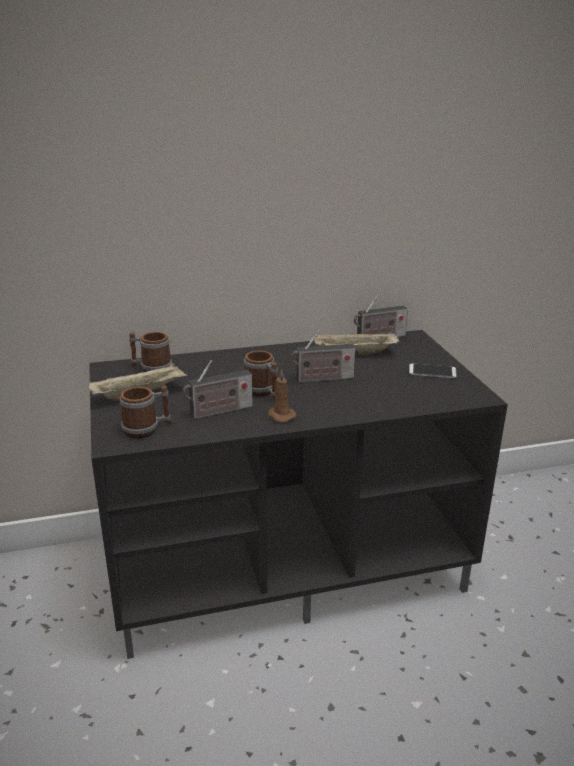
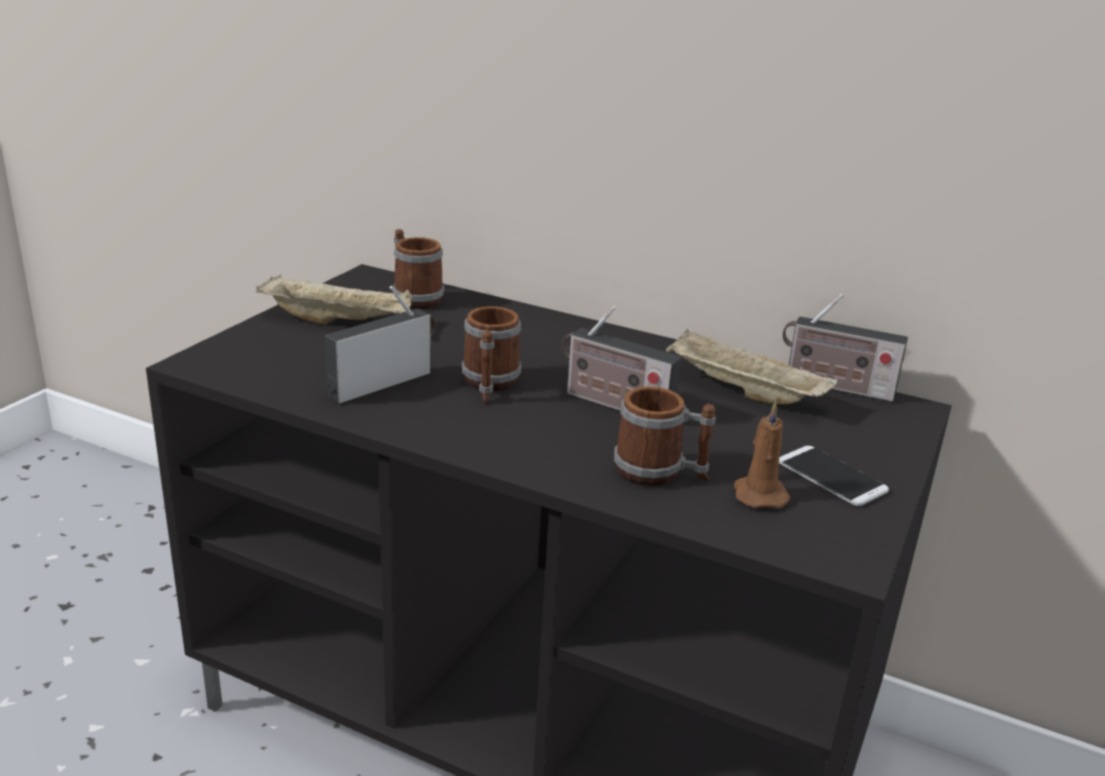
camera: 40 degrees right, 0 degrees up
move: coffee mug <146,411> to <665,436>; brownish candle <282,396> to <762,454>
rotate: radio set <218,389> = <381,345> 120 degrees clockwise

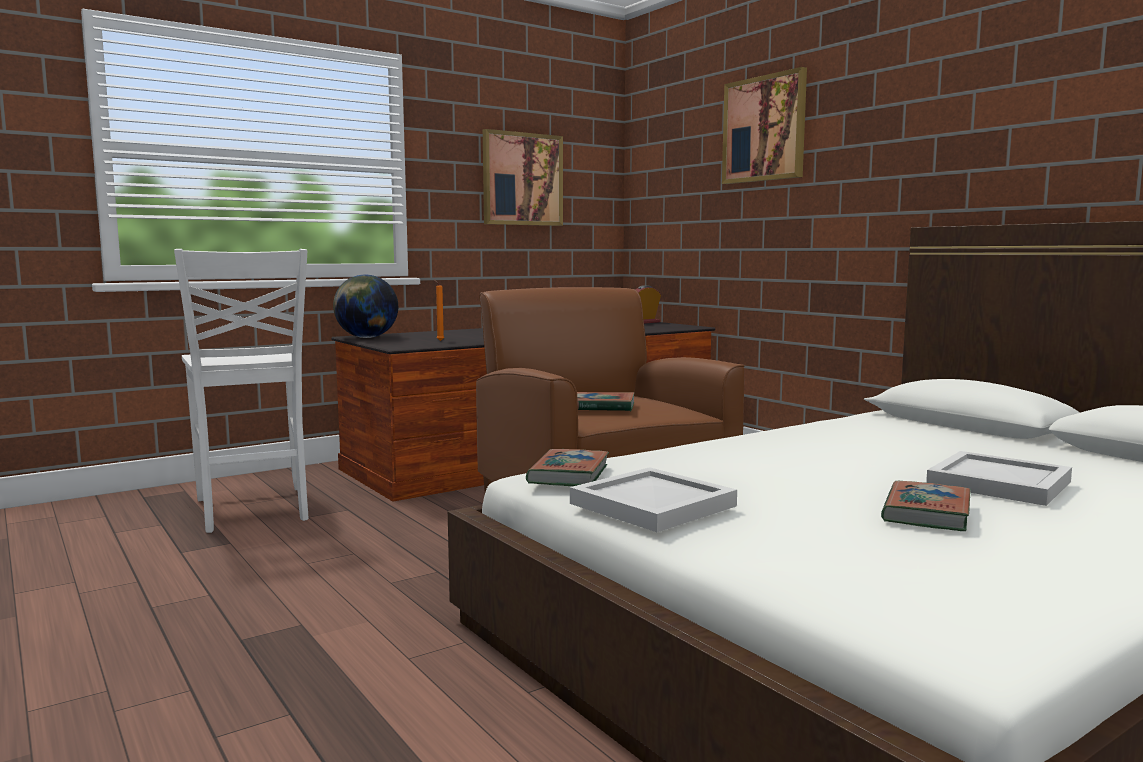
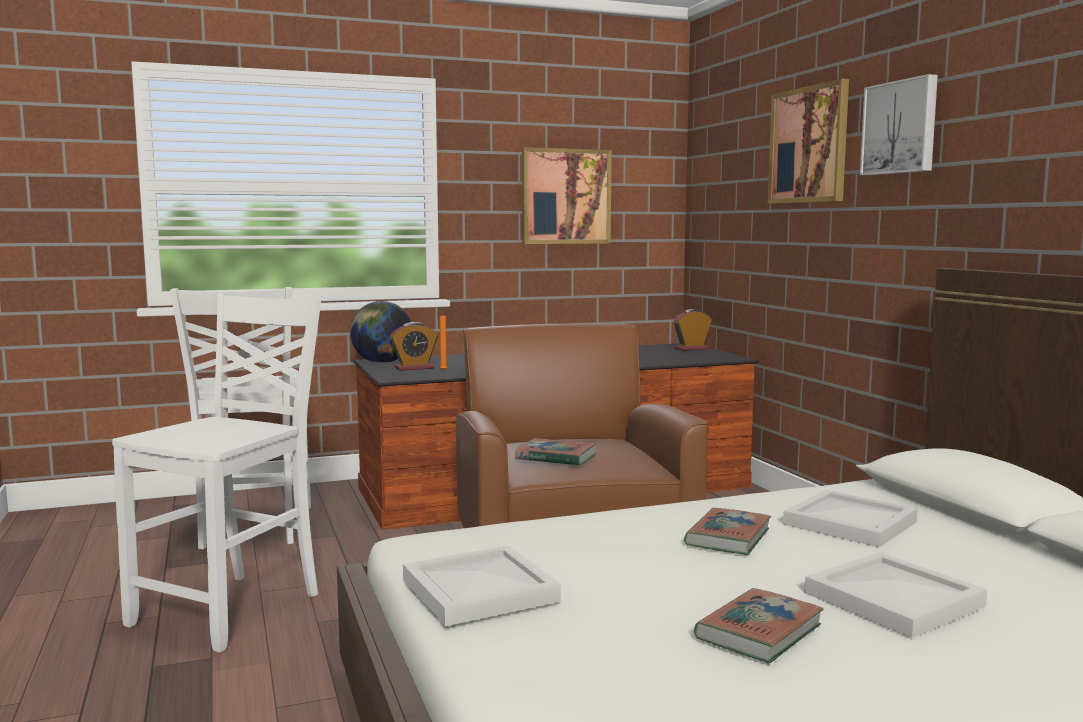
camera: 15 degrees right, 0 degrees up
insert: white-coloured upright chair <216,473>; bedside clock <414,346>; white-coloured carrying tray <850,518>; wall picture <899,125>
move: volume <567,467> to <727,531>

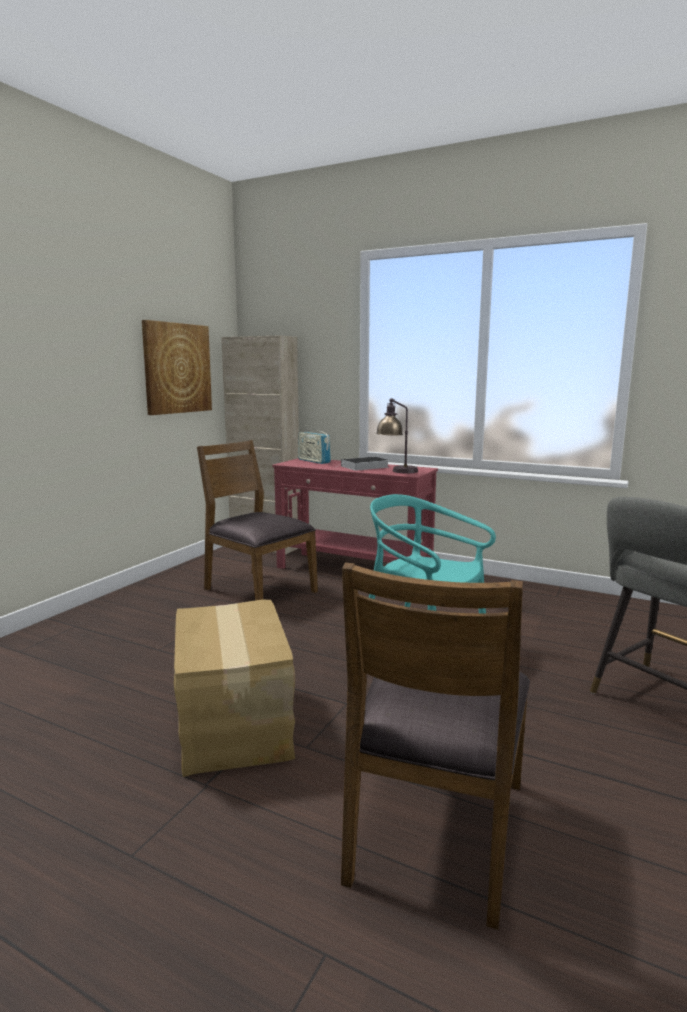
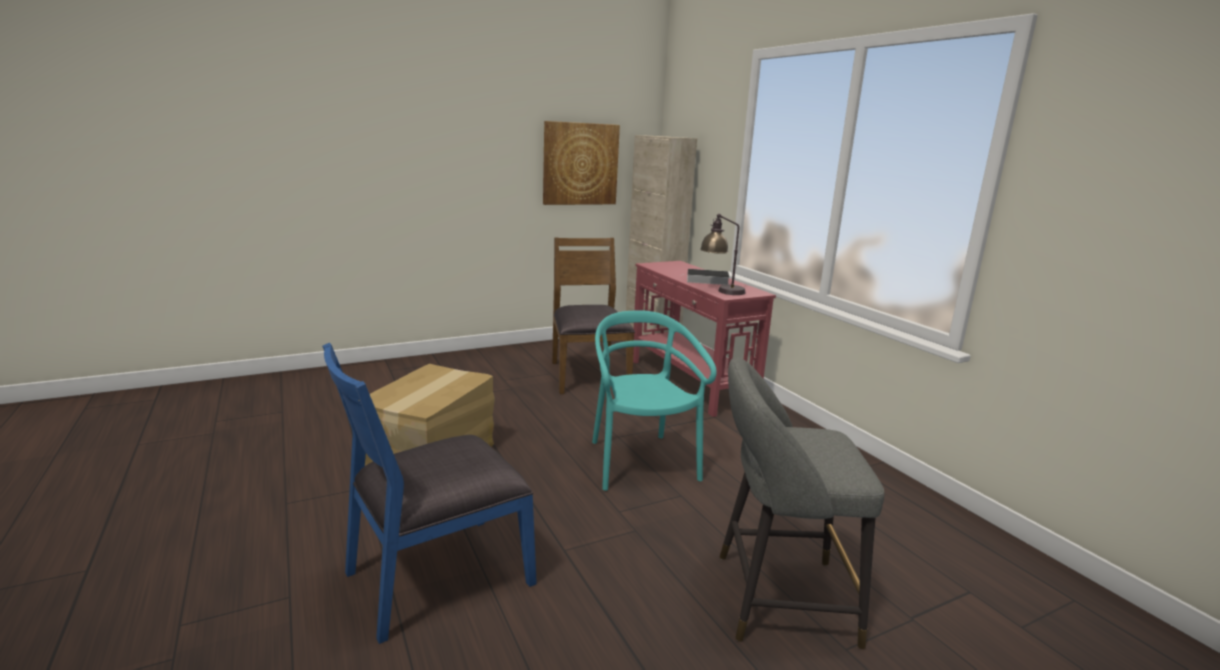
camera: 35 degrees right, 5 degrees up
delete: radio set <314,444>
recolor: brownish upright chair <435,746> to blue upright chair <429,493>

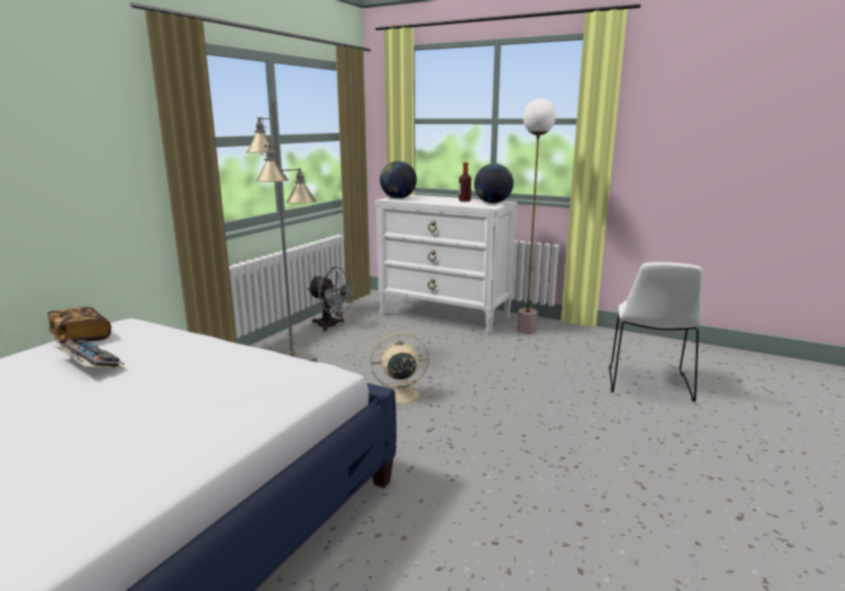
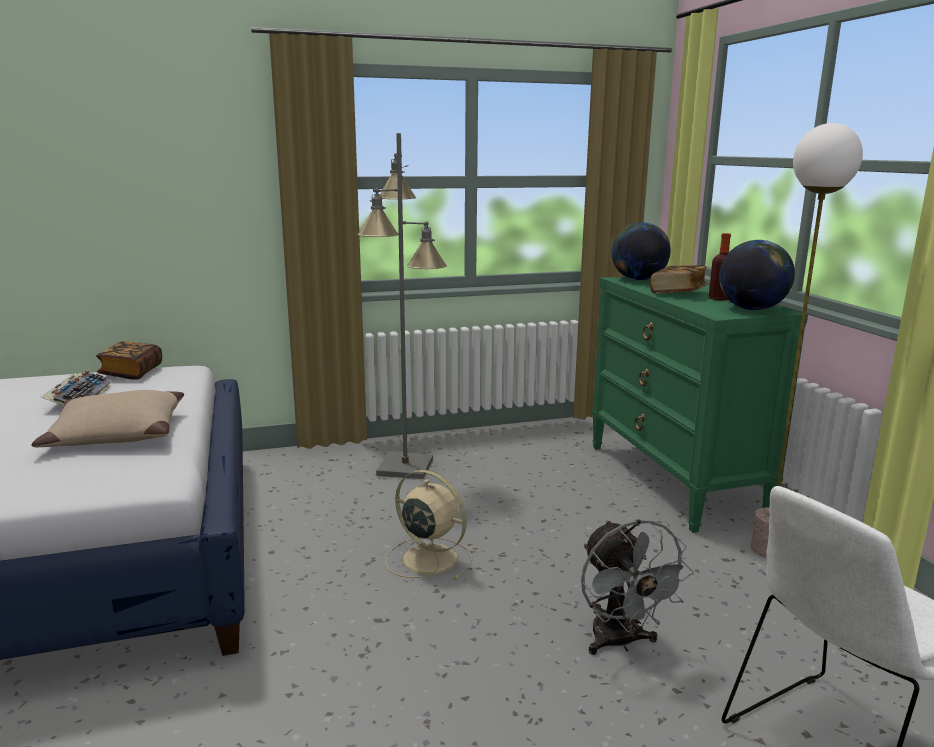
camera: 45 degrees right, 0 degrees up
insert: beige pillow <107,418>; volume <678,279>
move: gray cooling fan <332,299> to <637,587>
recolor: white-coloured chest of drawers <446,264> to green chest of drawers <700,405>

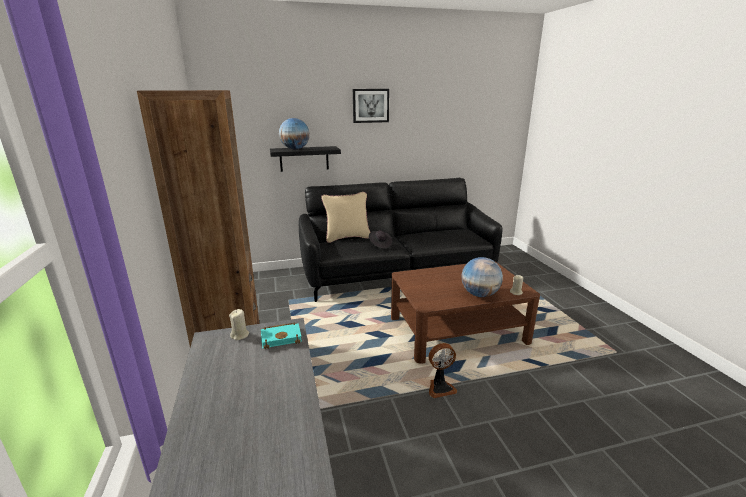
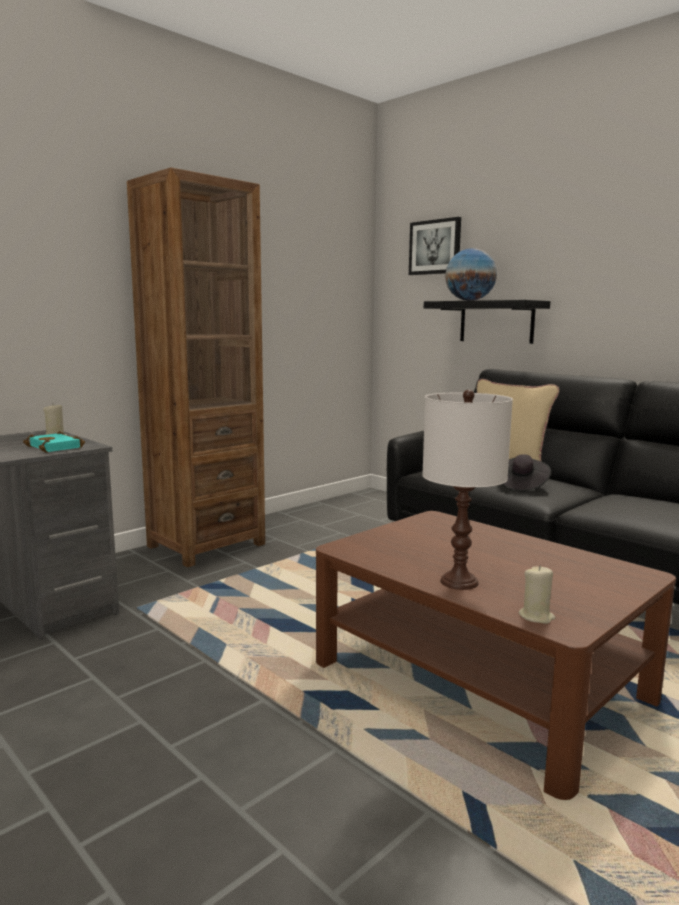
camera: 60 degrees right, 10 degrees down
delete: cooling fan <443,370>
move: wall picture <371,106> to <435,246>
replace: globe <482,277> to white-coloured lamp for a table <467,490>

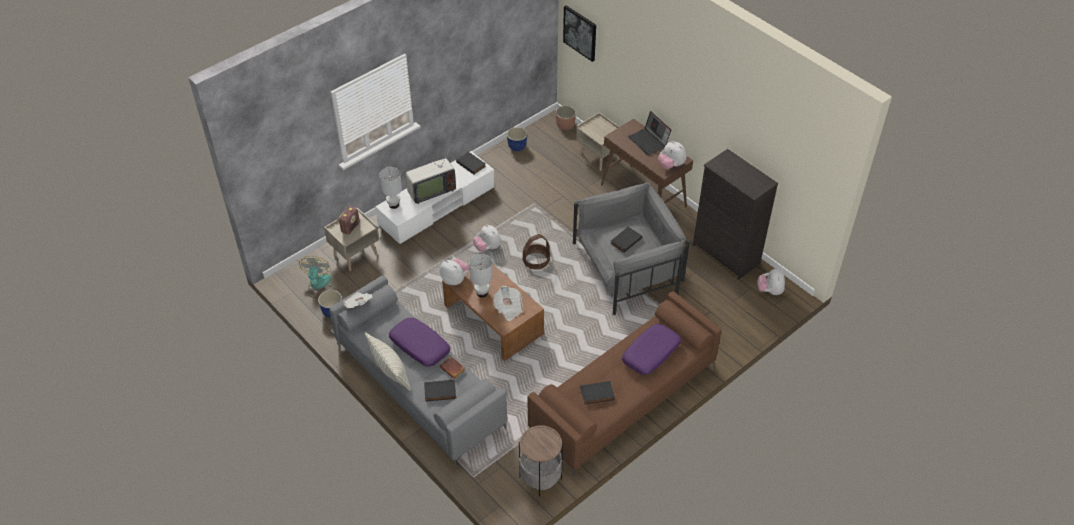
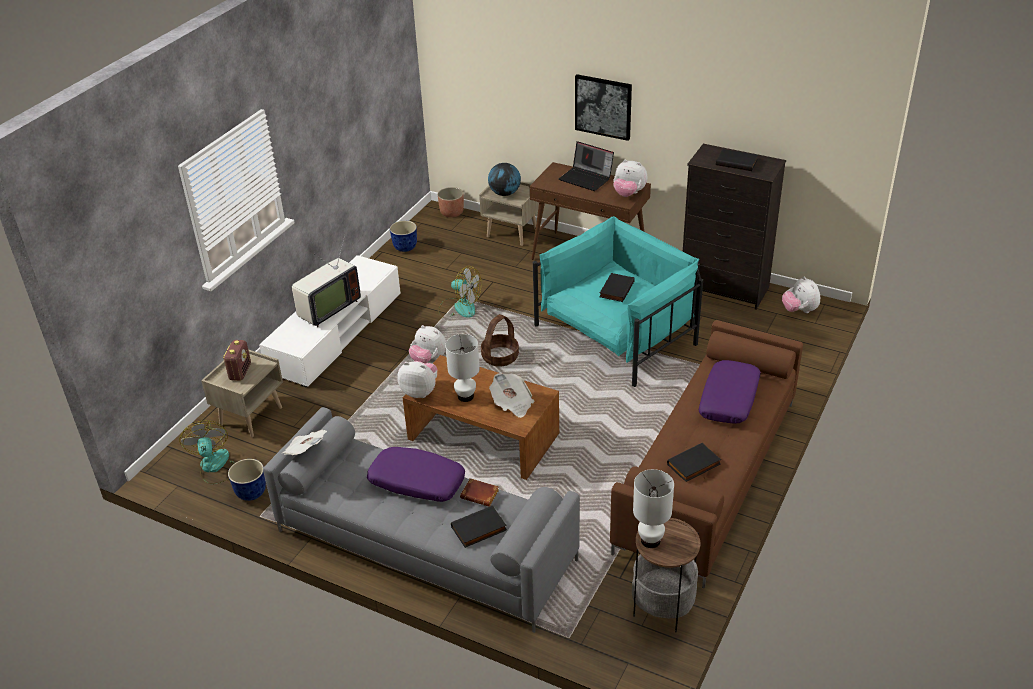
camera: 20 degrees left, 10 degrees down
delete: pillow <388,361>
insert: cooling fan <459,292>; globe <504,179>
move: white-coloured lamp for a table <390,188> to <653,508>; blackish volume <471,163> to <737,160>; wall picture <579,33> to <603,107>
recolor: gray lounge chair <631,248> to turquoise-coloured lounge chair <618,301>

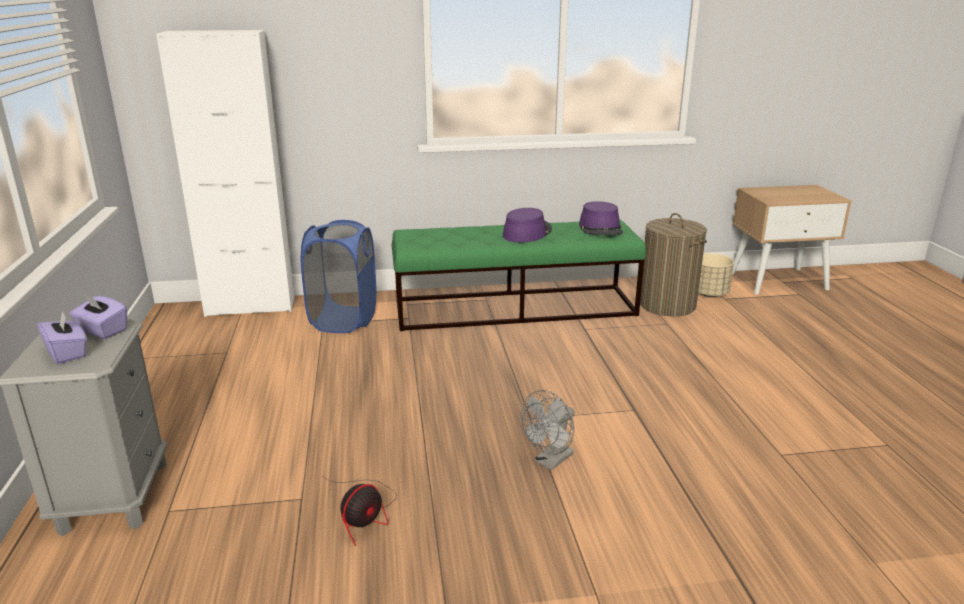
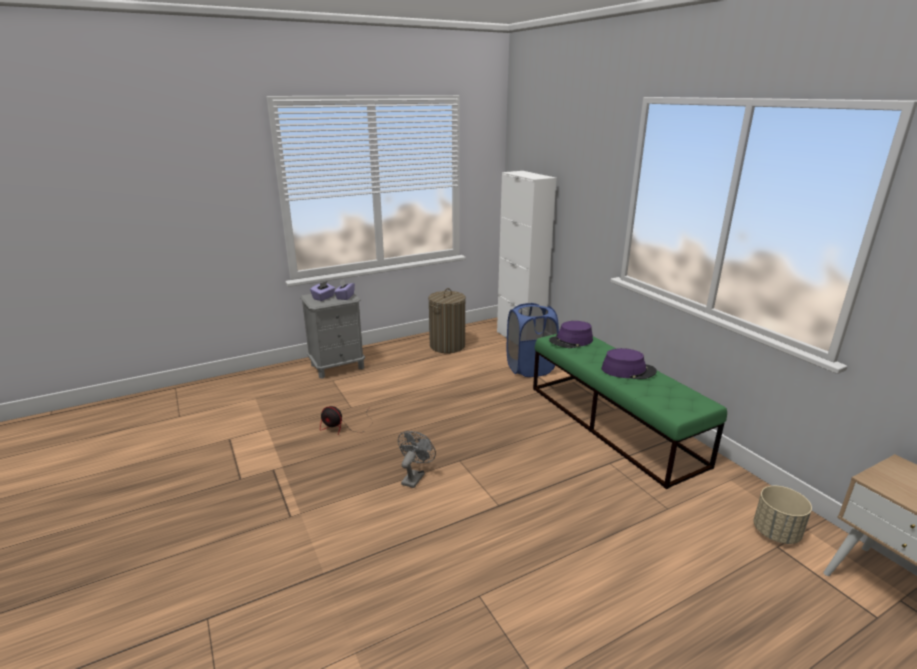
camera: 70 degrees right, 0 degrees up
move: purple hat <601,218> to <571,334>; laundry basket <673,264> to <447,320>
rotate: gray cooling fan <548,430> = <417,459> 90 degrees clockwise

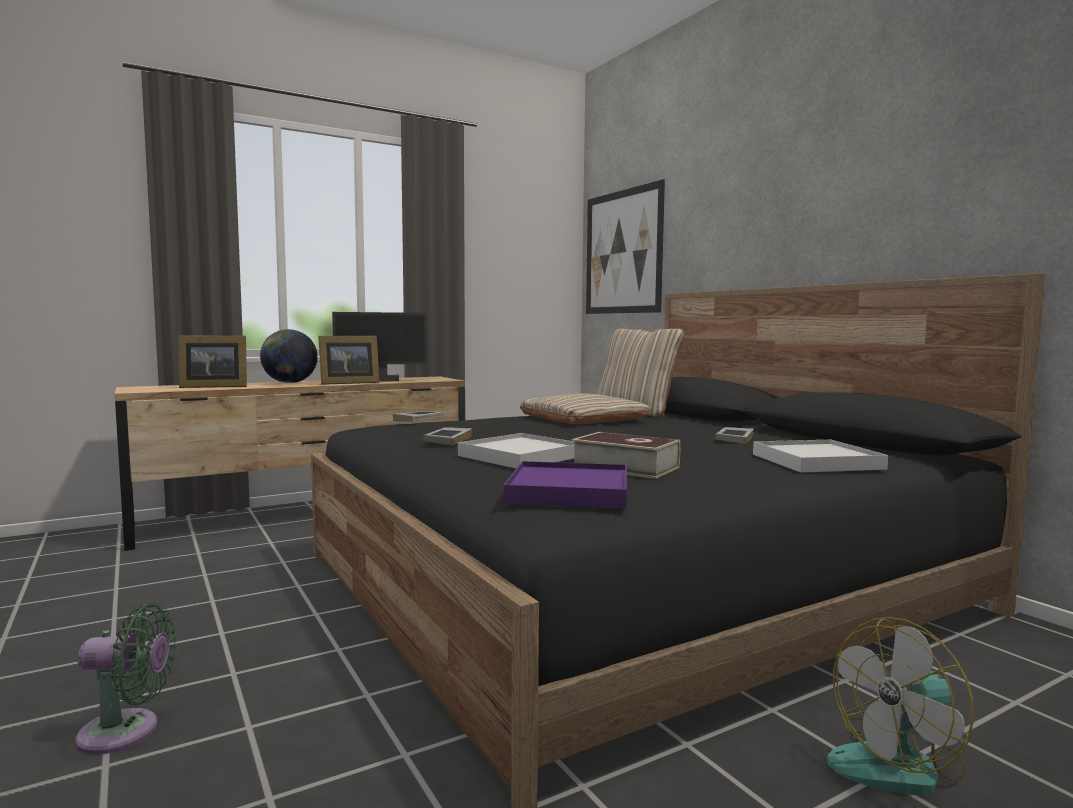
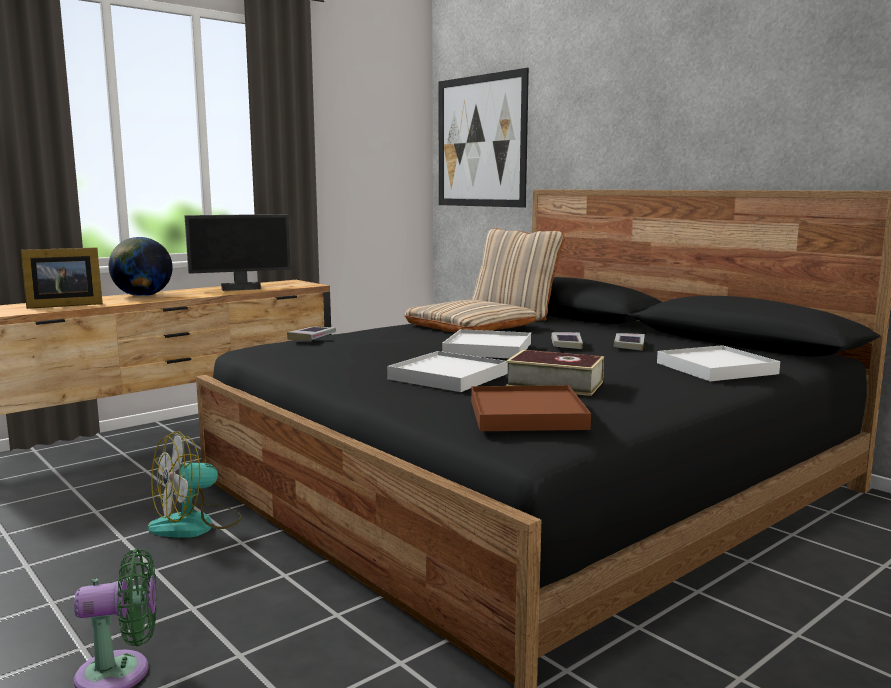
camera: 10 degrees left, 5 degrees up
delete: standing frame <349,360>
insert: white-coloured carrying tray <486,344>
move: volume <447,436> to <567,340>; cooling fan <900,706> to <195,484>
recolor: purple carrying tray <565,484> to brownish carrying tray <531,408>

